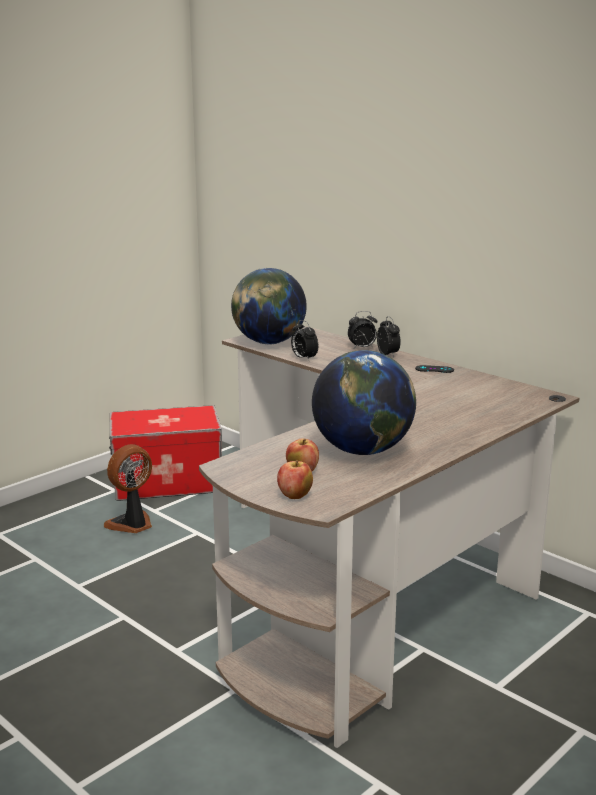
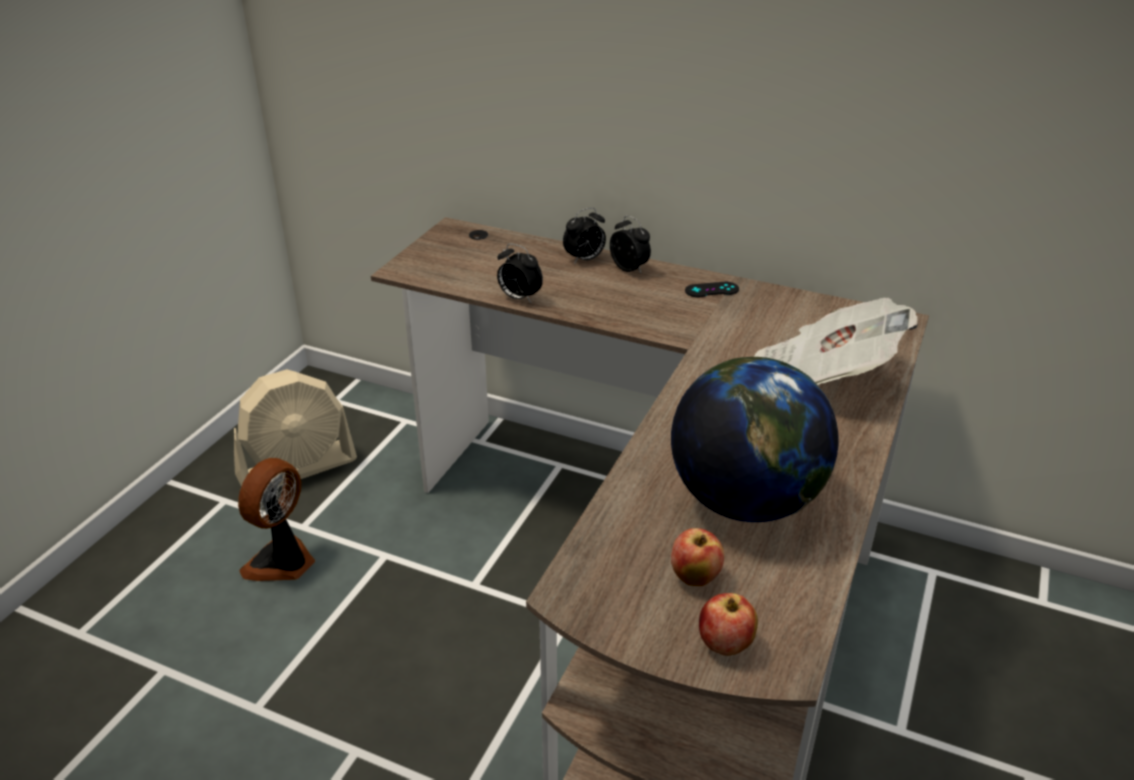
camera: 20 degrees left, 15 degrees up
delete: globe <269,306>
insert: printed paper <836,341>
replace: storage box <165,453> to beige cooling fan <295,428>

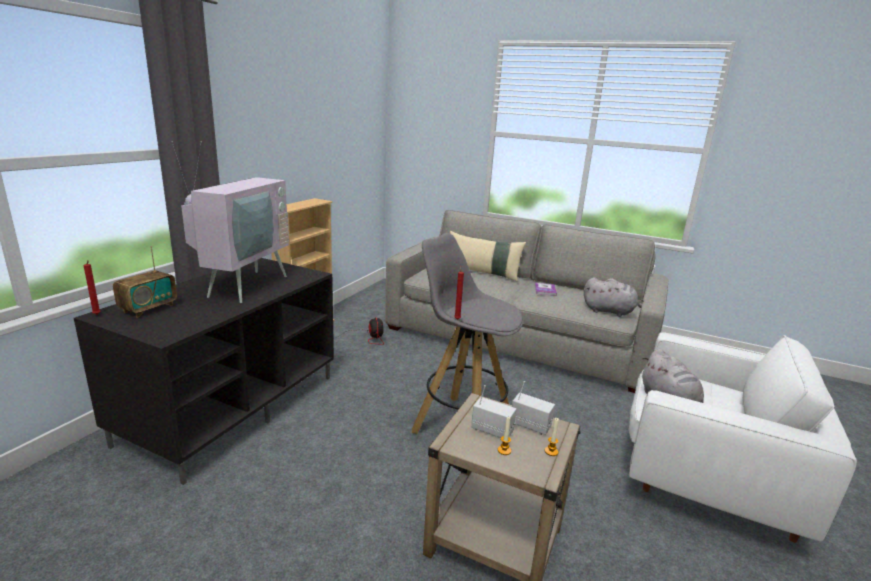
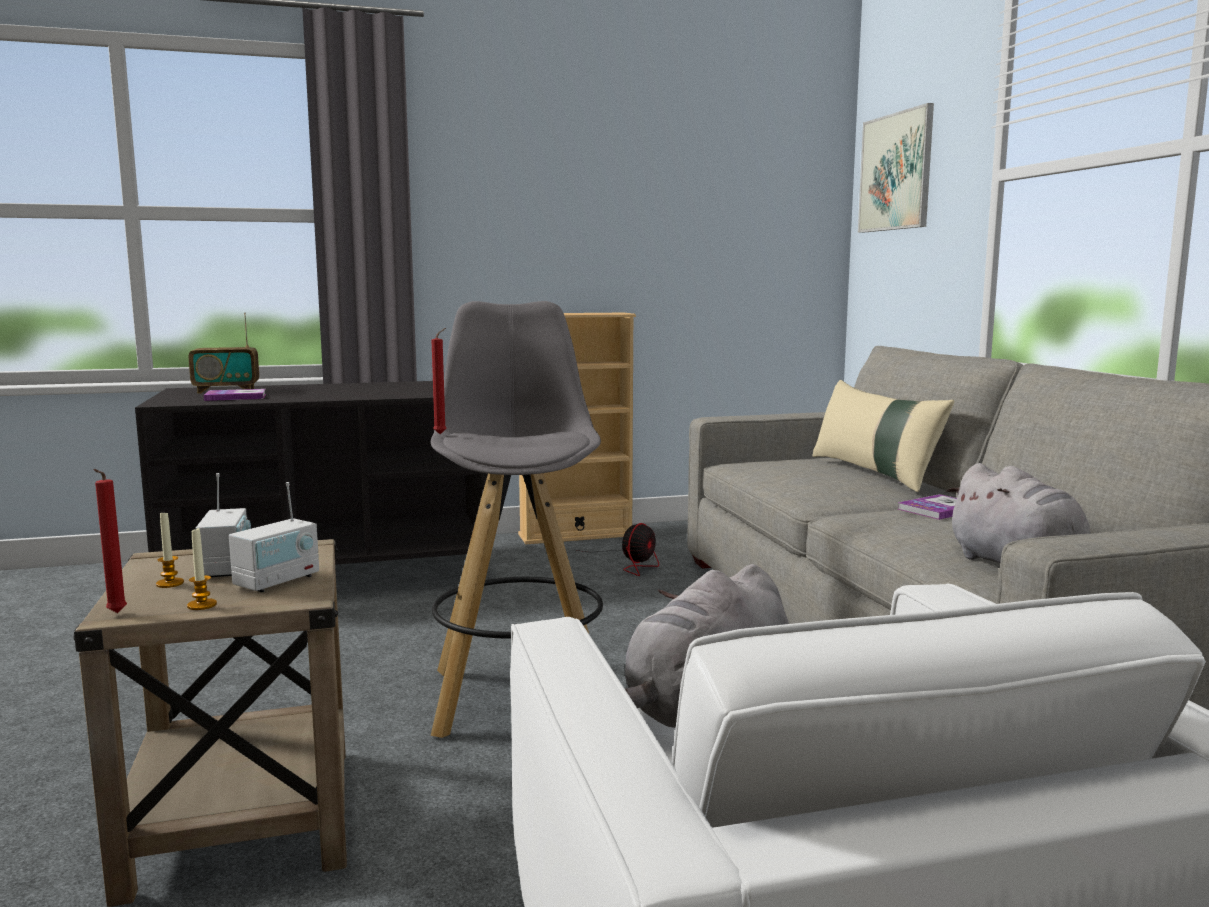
camera: 50 degrees right, 10 degrees down
delete: TV <230,222>
insert: volume <234,395>; wall picture <896,168>
move: red-coloured candle <92,287> to <110,541>
rotate: radio set <533,408> = <274,537> 45 degrees clockwise

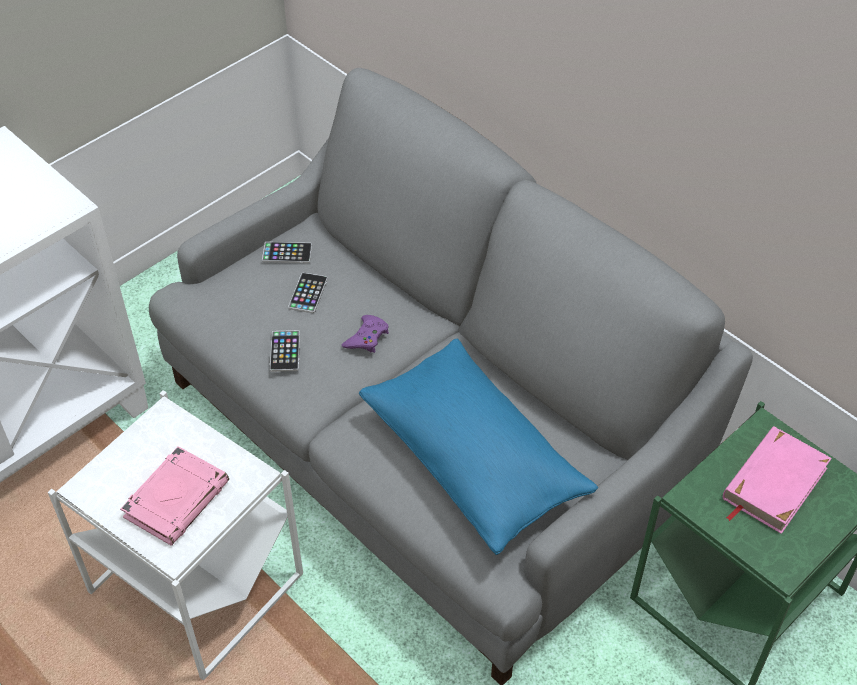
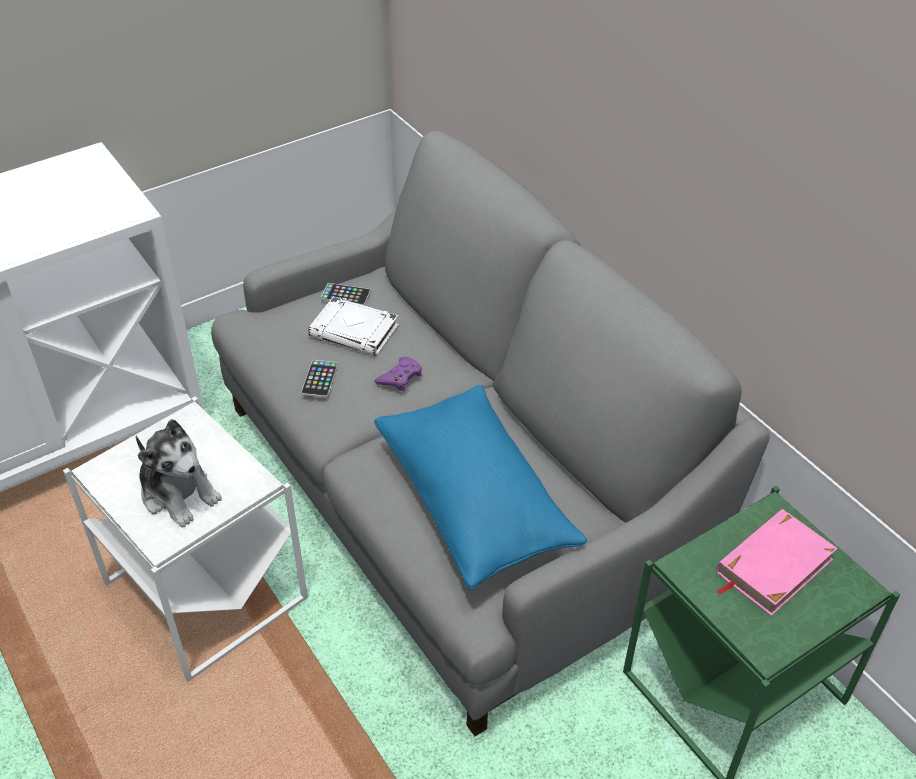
camera: 10 degrees right, 5 degrees down
replace: pinkish volume <174,496> to cuddly toy <179,473>; handset <308,292> to white-coloured volume <353,326>

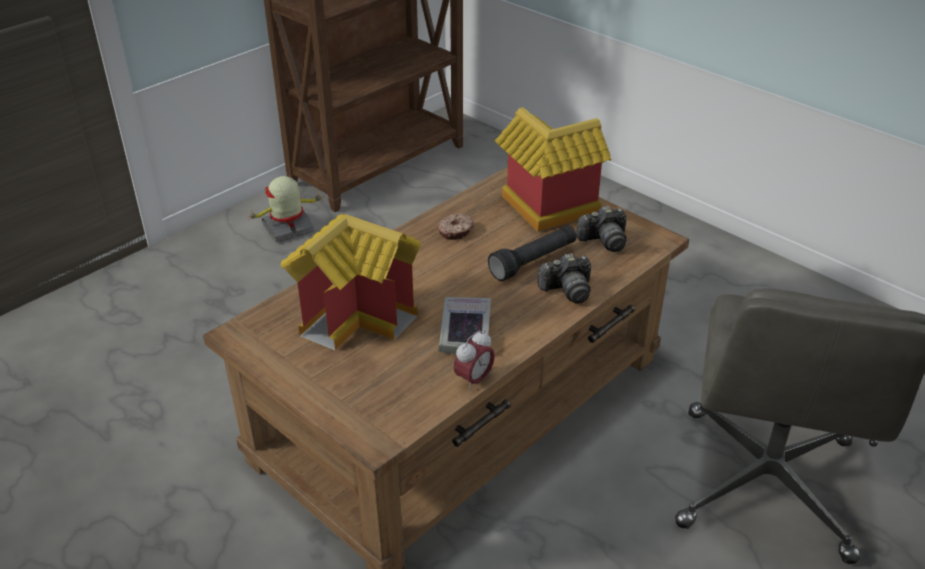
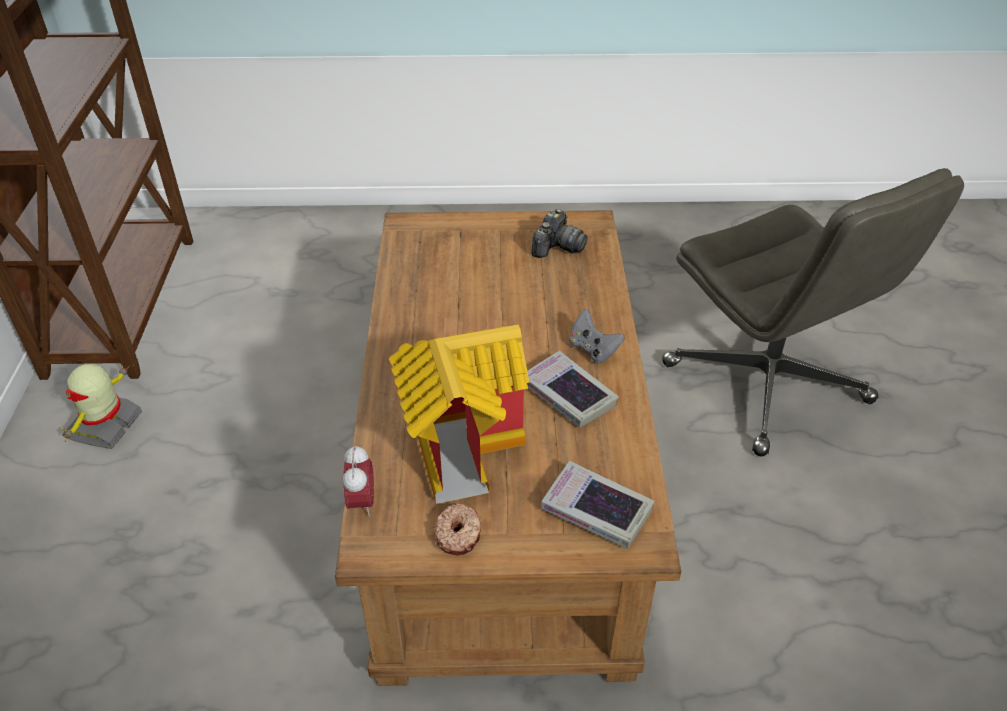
camera: 45 degrees left, 5 degrees up
delete: blackish torch <532,253>; miniature house <553,169>; still camera <564,278>
insert: volume <598,505>; gray gamepad <597,336>
move: ring doughnut <455,227> to <457,529>; bedside clock <474,360> to <358,481>

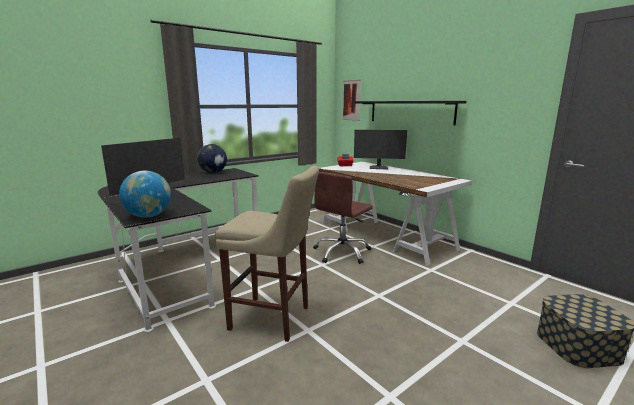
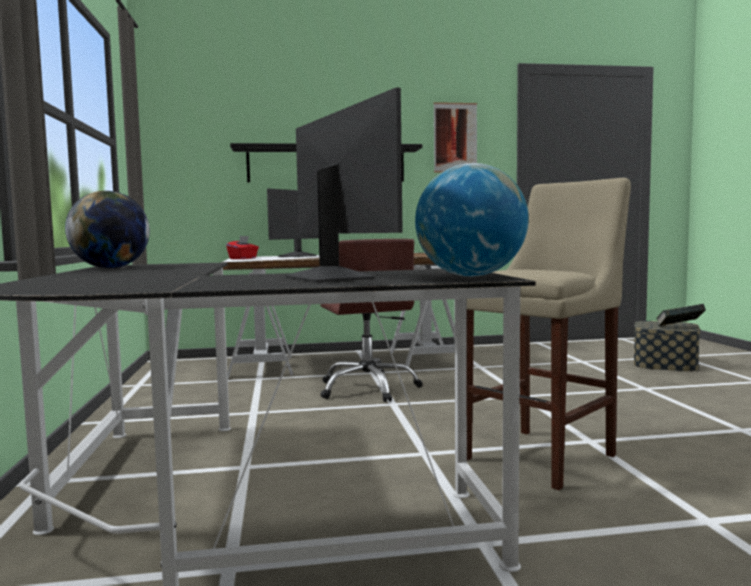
camera: 60 degrees left, 10 degrees down
insert: volume <681,315>
move: wall picture <351,100> to <455,137>

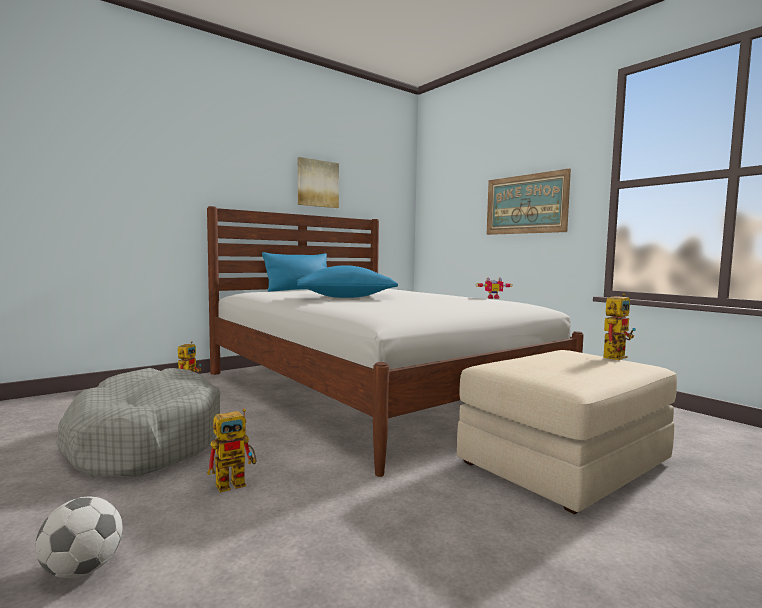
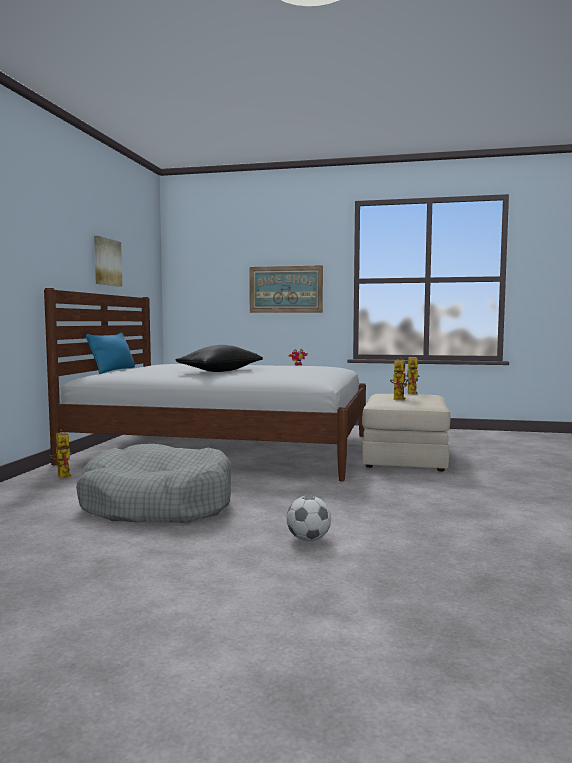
camera: 40 degrees left, 0 degrees up
move: robot figure <231,450> to <399,378>
recolor: blue pillow <347,281> to blackish pillow <219,358>

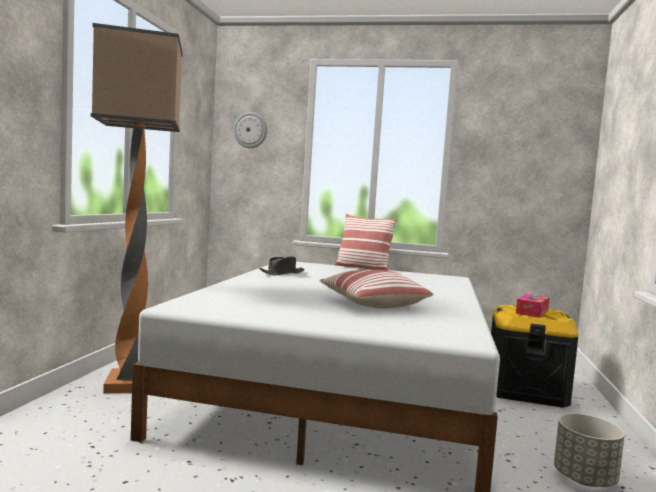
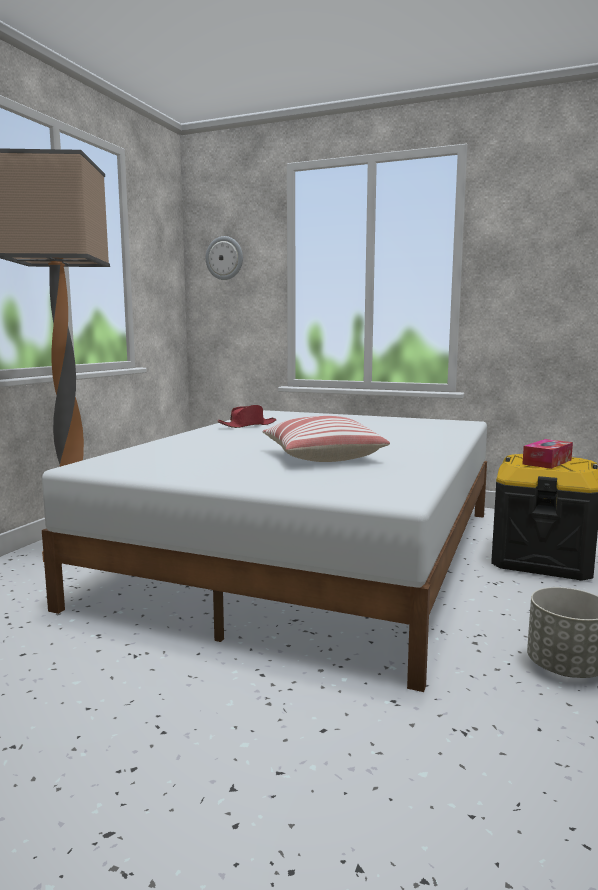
camera: 10 degrees right, 5 degrees up
delete: pillow <366,242>
recolor: blackish hat <282,265> to red-coloured hat <247,416>

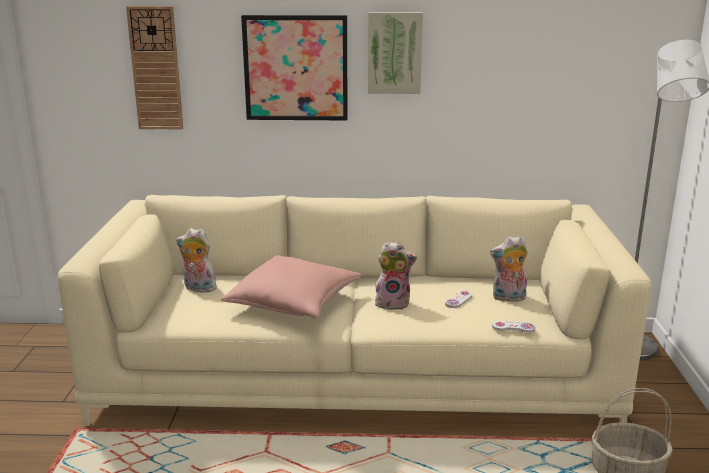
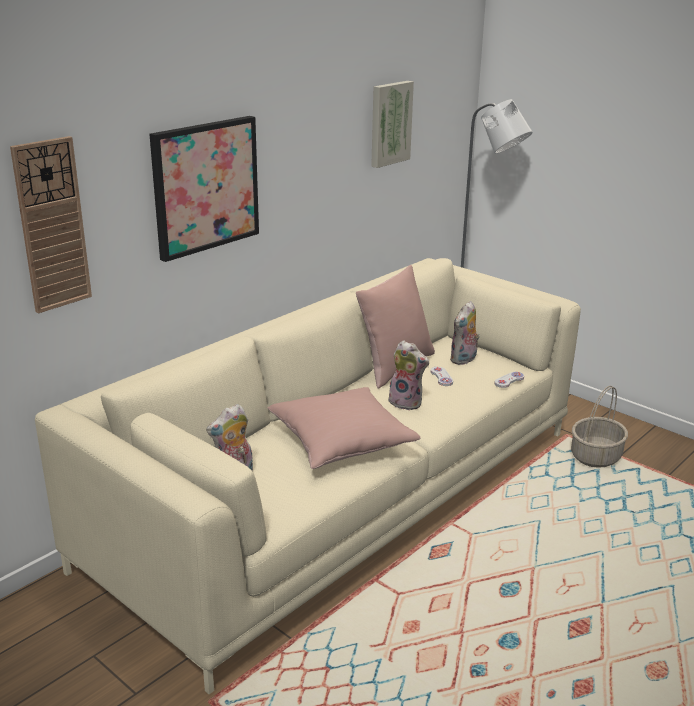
camera: 50 degrees left, 5 degrees up
insert: pinkish pillow <395,327>
move: wall picture <395,53> to <392,124>
rotate: cuddly toy <396,275> = <408,375> 75 degrees clockwise

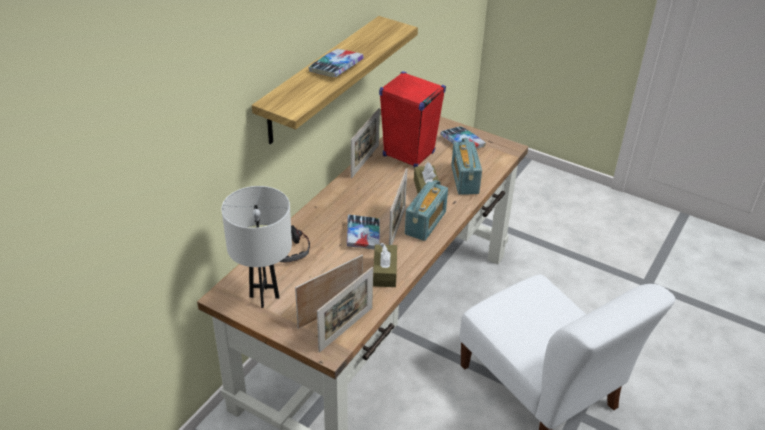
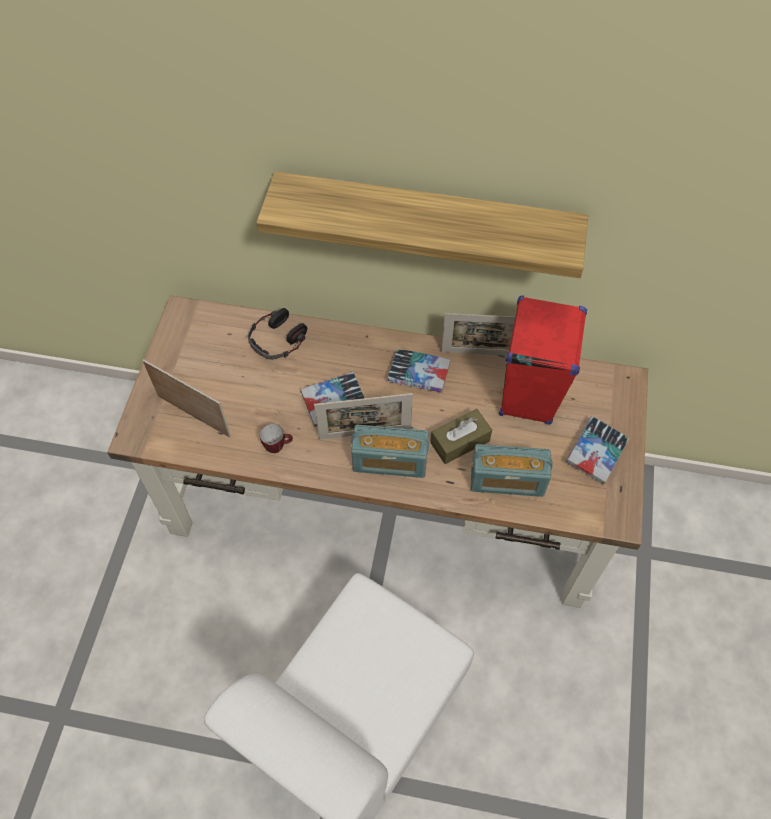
camera: 70 degrees right, 20 degrees up
delete: white-coloured lamp for a table <256,247>; standing frame <345,310>
move: volume <336,63> to <419,371>
replace: brownish box of tissues <385,265> to coffee mug <276,438>
rotate: radio set <466,166> = <512,470> 150 degrees counterclockwise

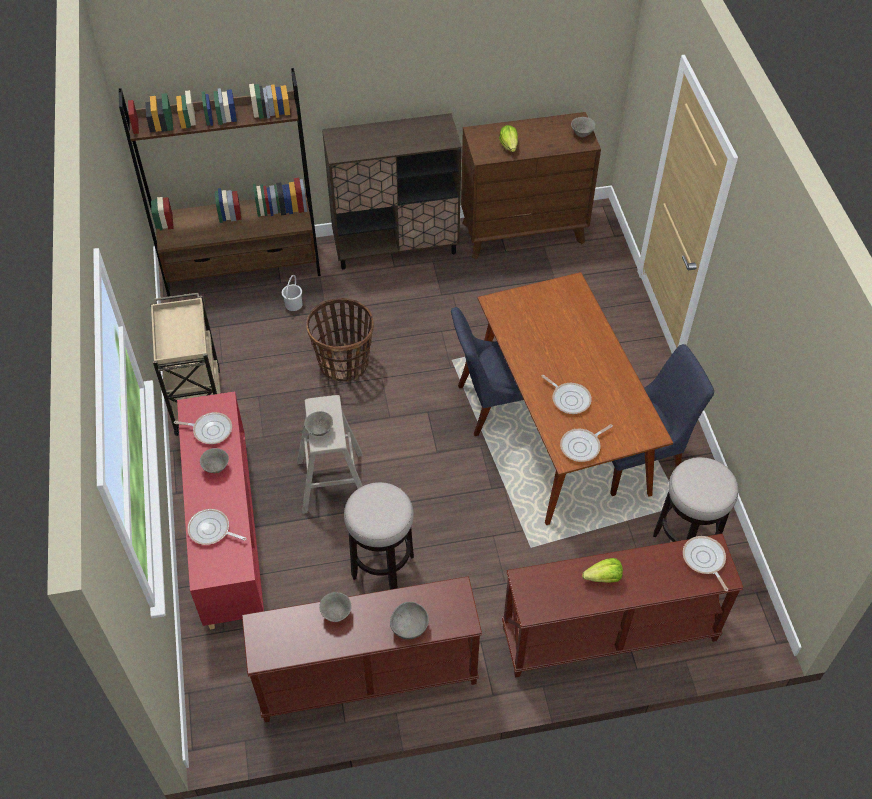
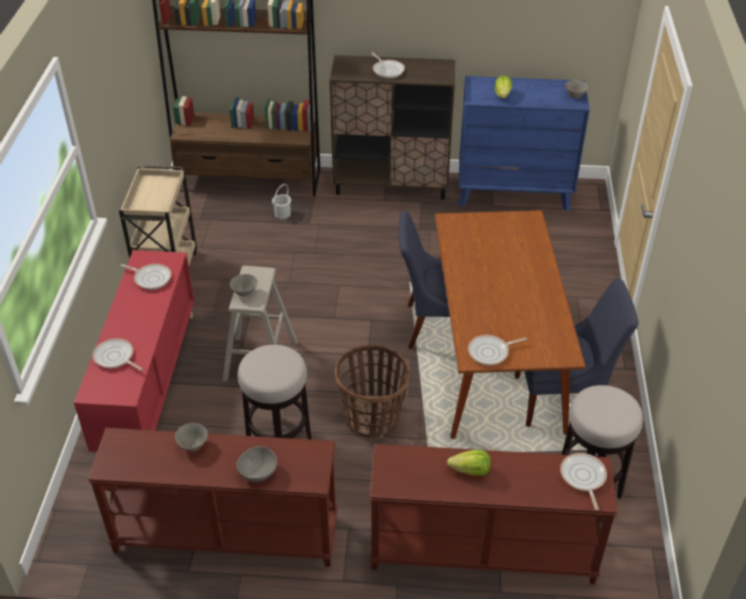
camera: 15 degrees right, 10 degrees down
delete: gray serving bowl <214,460>
move: basket <340,340> to <372,392>; frying pan <566,394> to <388,65>
recolor: brownish chest of drawers <531,185> to blue chest of drawers <524,143>

